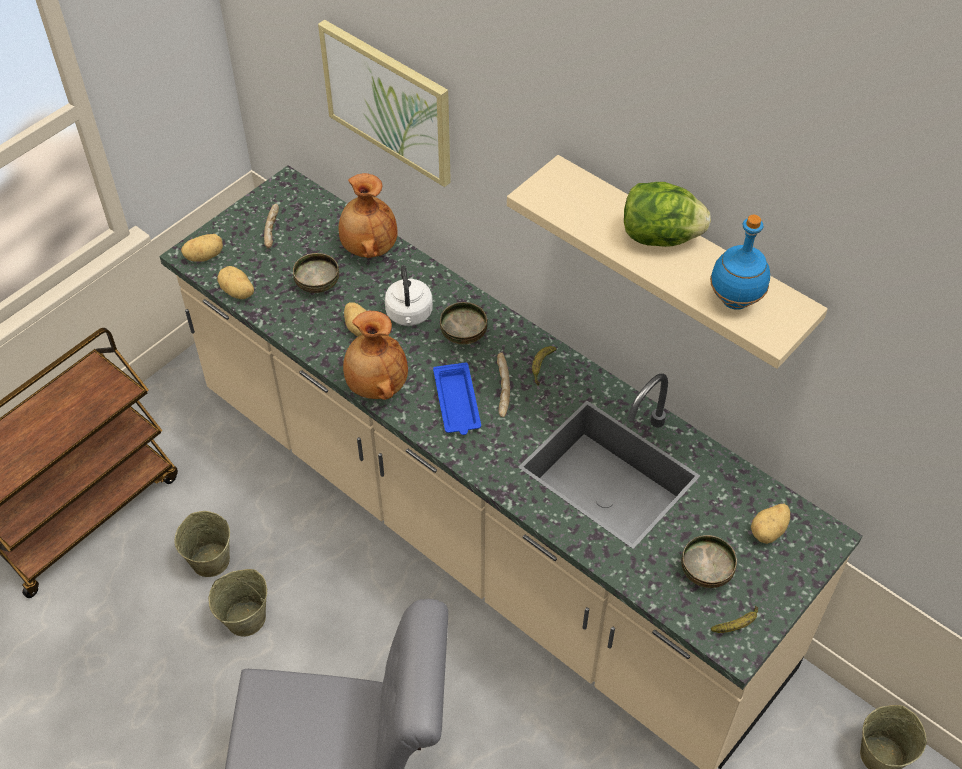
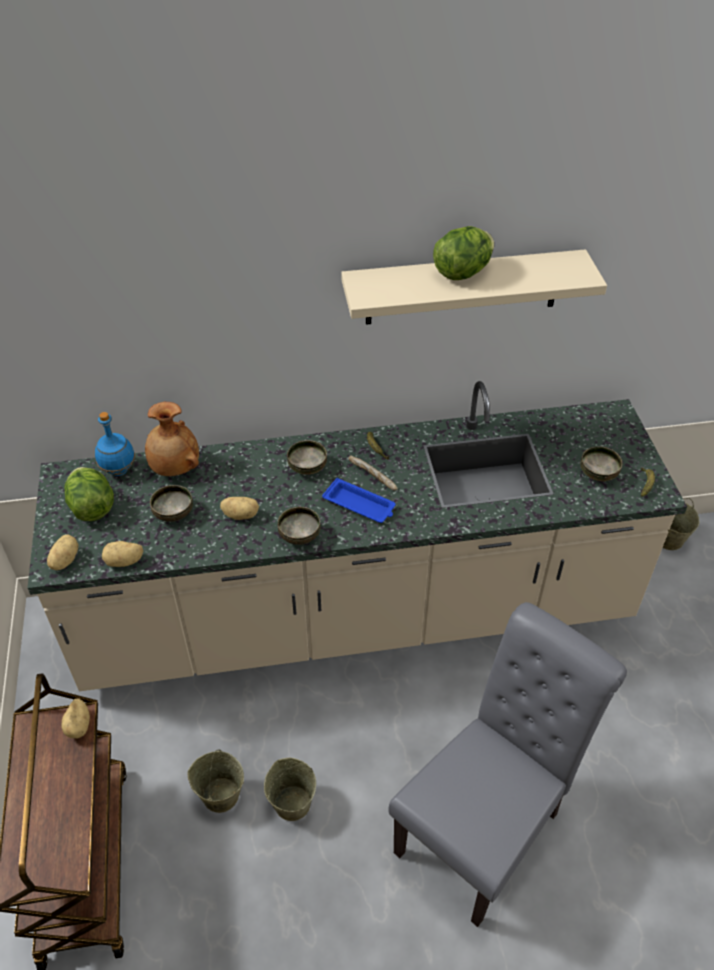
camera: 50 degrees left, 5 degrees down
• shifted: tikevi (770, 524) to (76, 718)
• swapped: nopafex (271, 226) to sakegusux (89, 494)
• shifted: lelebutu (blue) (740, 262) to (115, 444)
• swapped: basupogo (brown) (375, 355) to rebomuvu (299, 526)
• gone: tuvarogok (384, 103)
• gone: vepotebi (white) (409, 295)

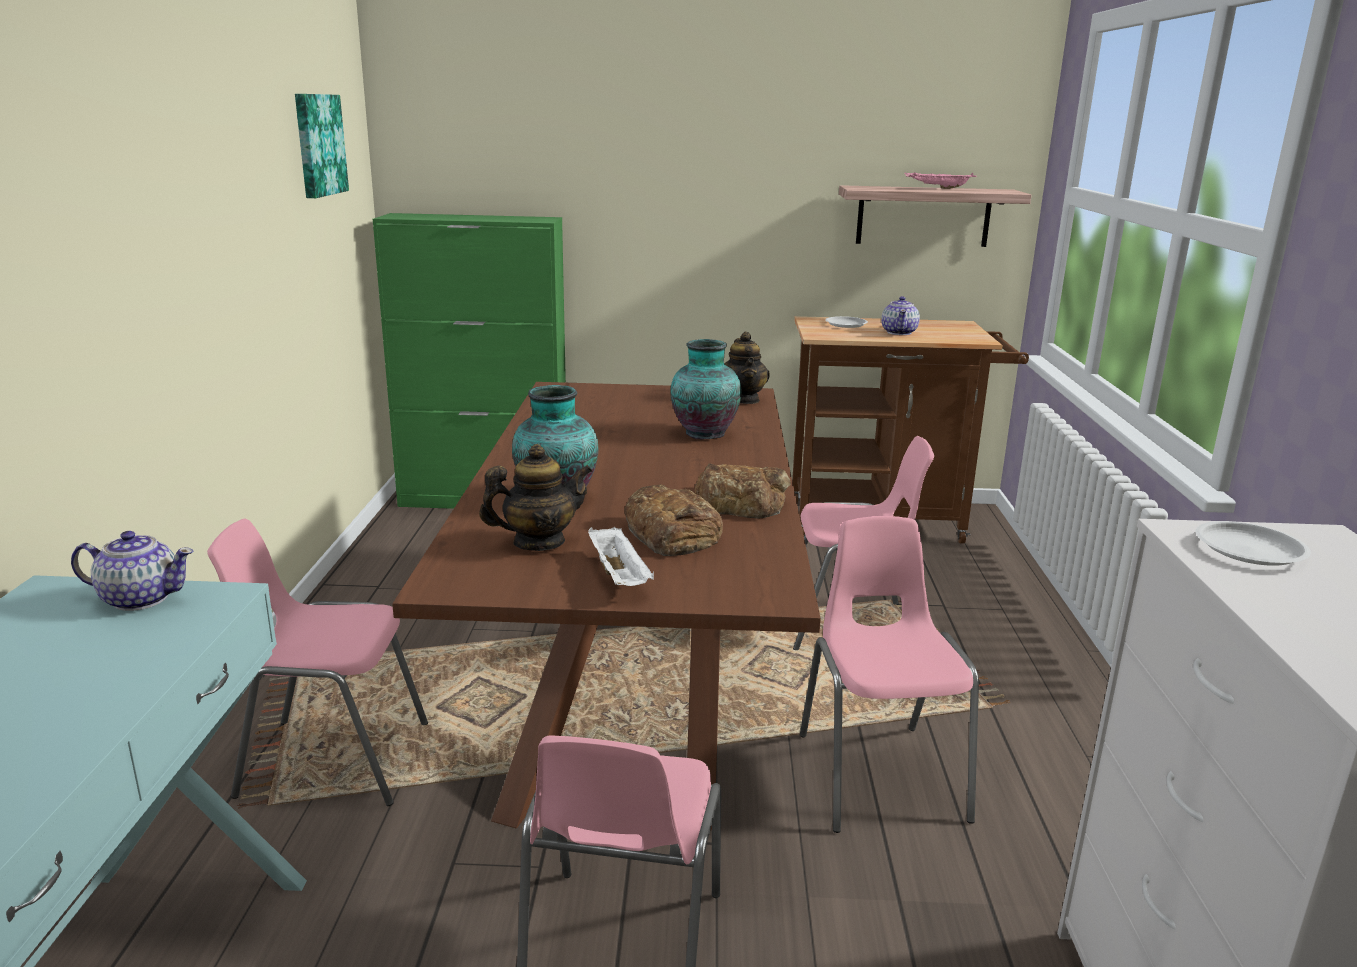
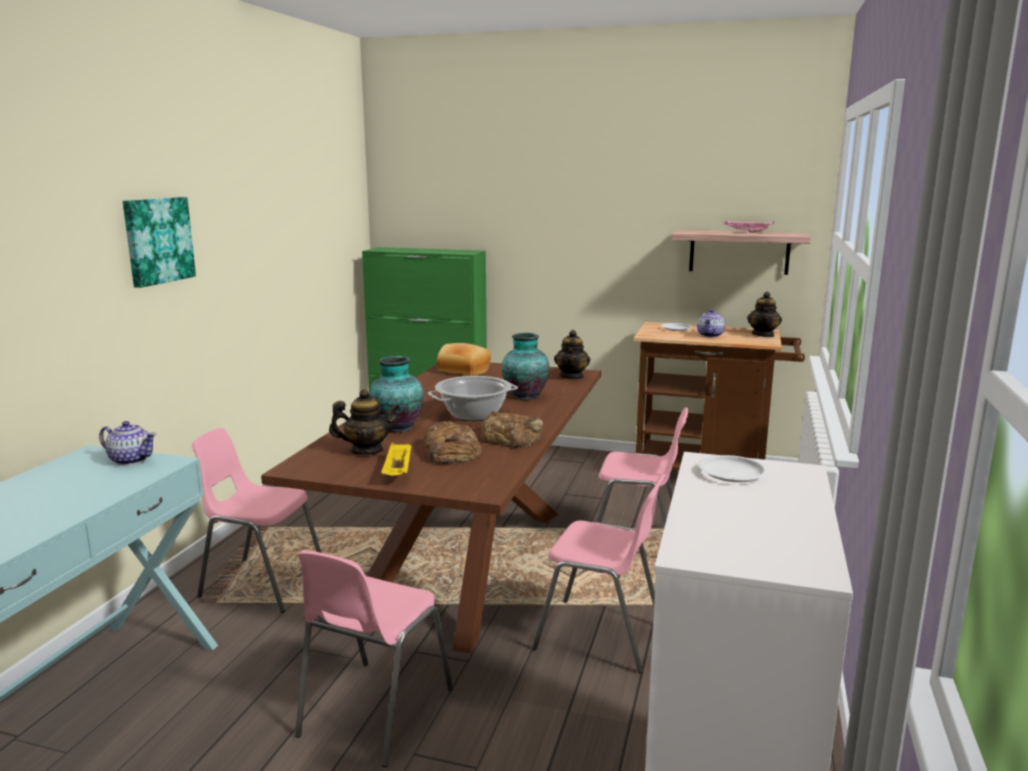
camera: 15 degrees right, 5 degrees down
• shifted: tuvarogok (322, 146) to (159, 242)
• repainted: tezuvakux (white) (621, 556) to tezuvakux (yellow) (396, 459)
• new: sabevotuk (473, 398)
• new: nopafex (464, 359)
• rotated: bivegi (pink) (889, 674) = (599, 573) 105 degrees clockwise
• new: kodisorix (764, 314)

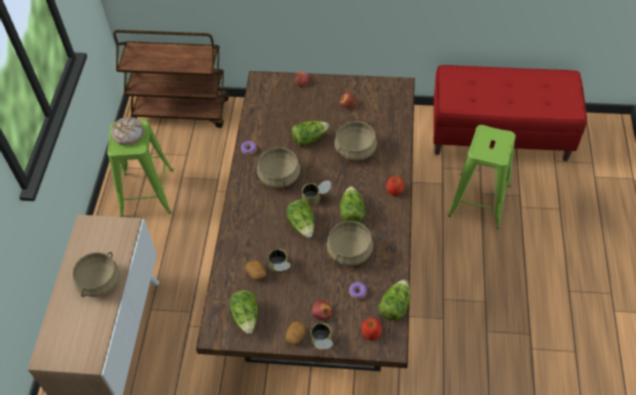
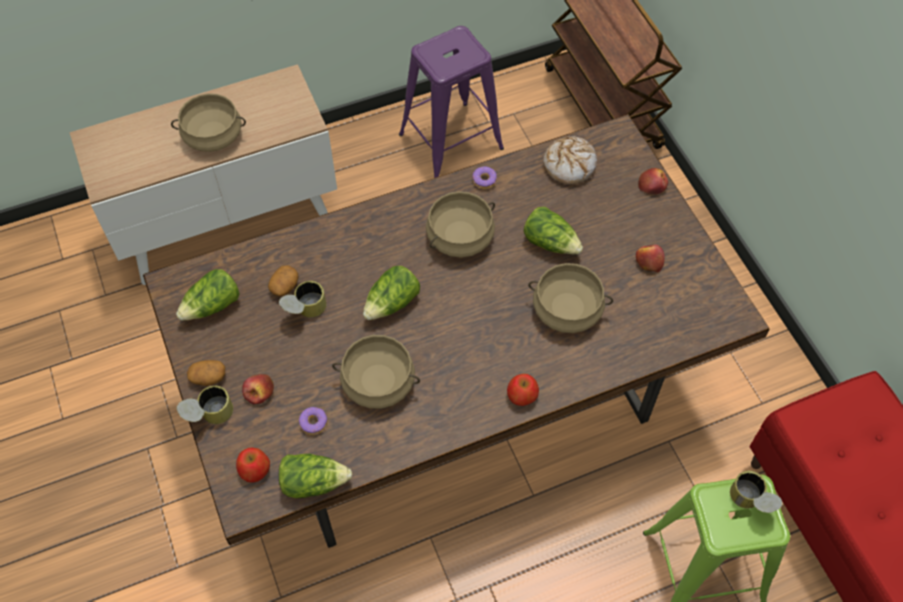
camera: 60 degrees right, 5 degrees up
• repainted: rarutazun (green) (140, 168) to rarutazun (purple) (451, 102)
• shifted: nopafex (127, 131) to (570, 160)
• shifted: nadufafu (316, 193) to (756, 492)
• gone: sakegusux (352, 204)

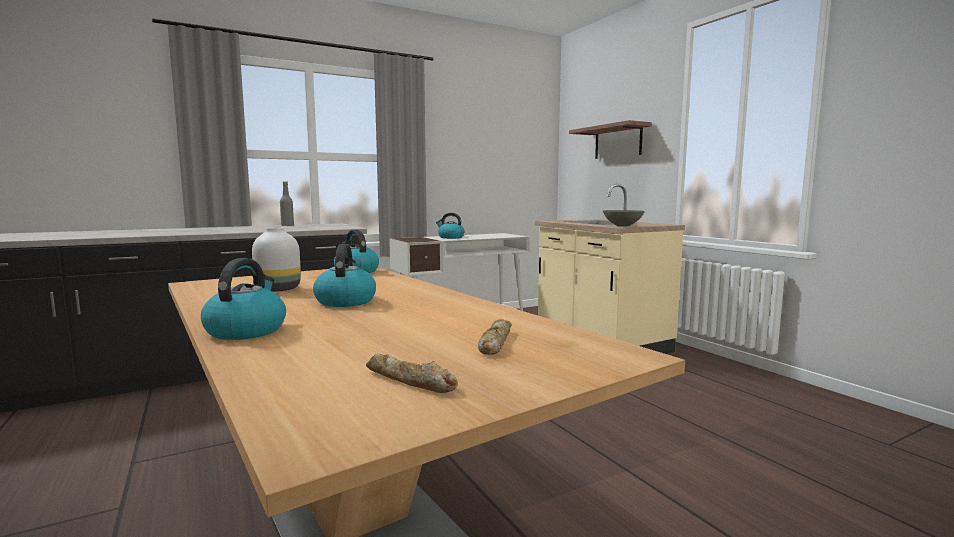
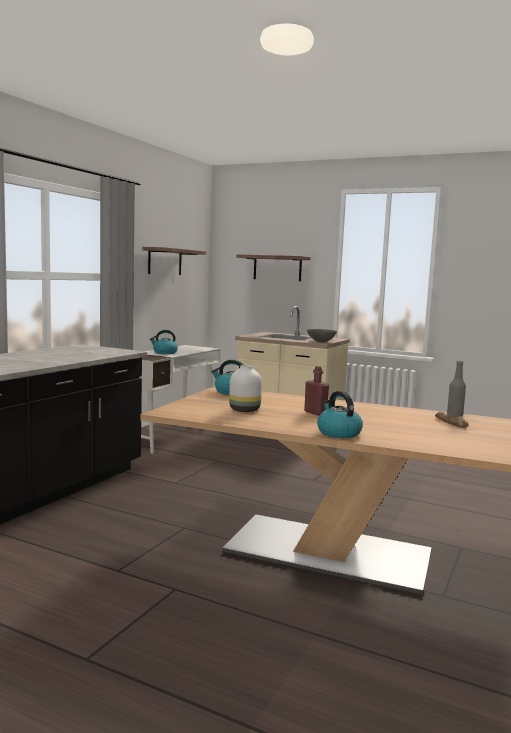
camera: 35 degrees left, 0 degrees up
• new: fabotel (174, 261)
• swapped: vepotebi (344, 275) to lelebutu (red) (316, 390)
• shifted: lelebutu (grey) (287, 203) to (456, 388)
• gone: nopafex (412, 373)

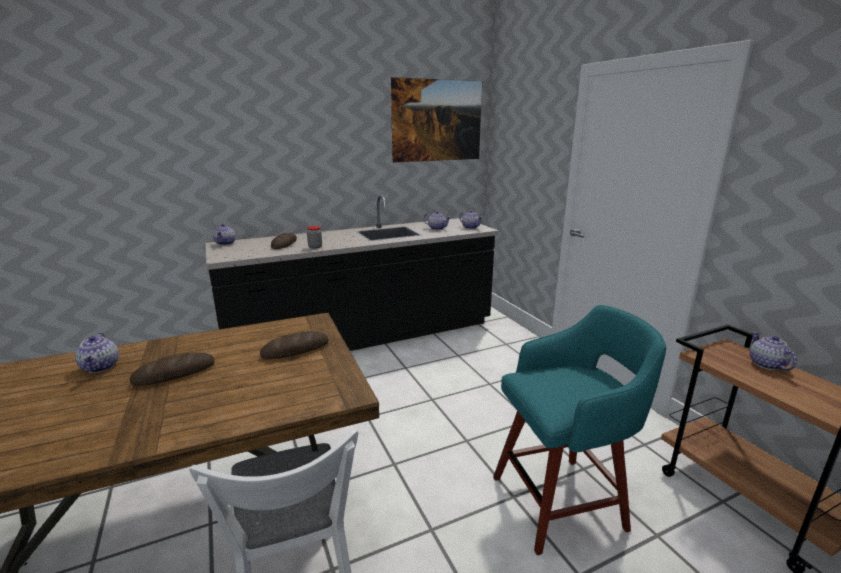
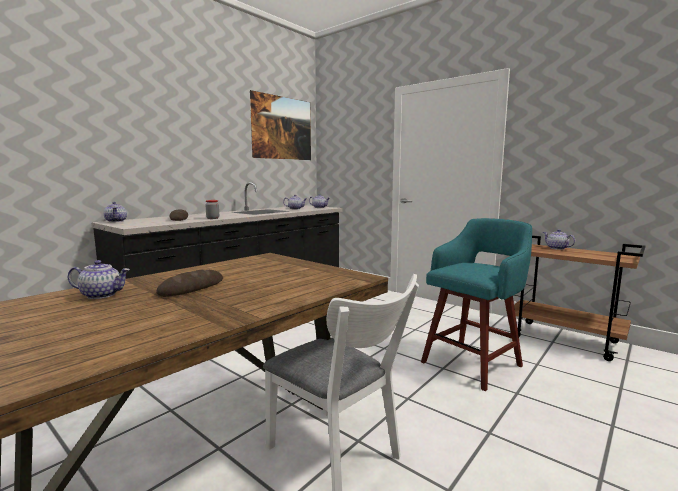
camera: 25 degrees left, 10 degrees down
• rotated: kodisorix (97, 353) = (99, 279) 45 degrees counterclockwise
• gone: nopafex (294, 345)

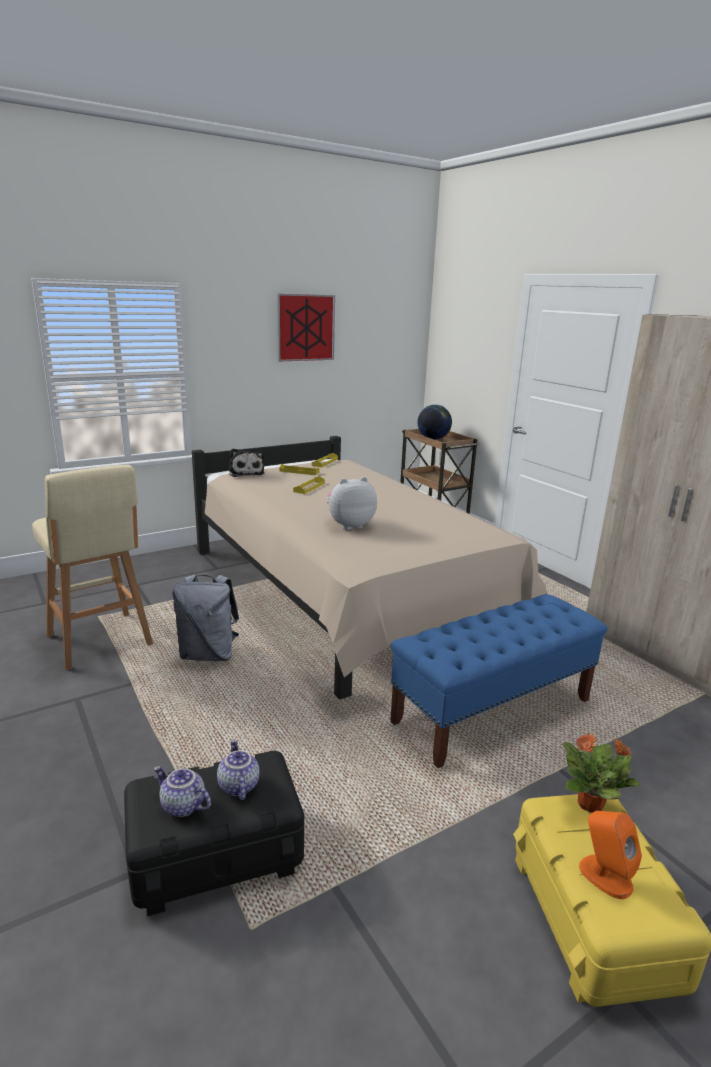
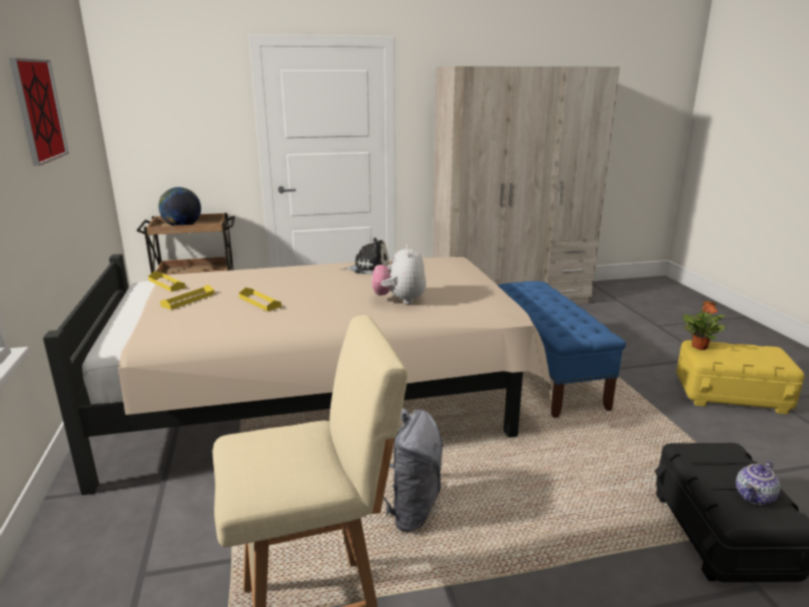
camera: 70 degrees left, 0 degrees up
• shifted: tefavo (247, 462) to (364, 256)
• gone: kodisorix (238, 769)
• gone: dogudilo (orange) (610, 855)

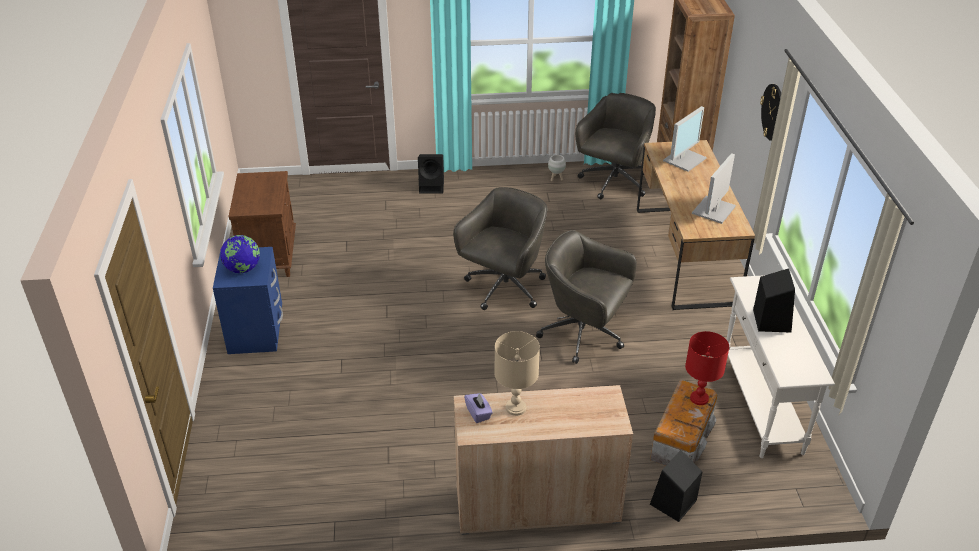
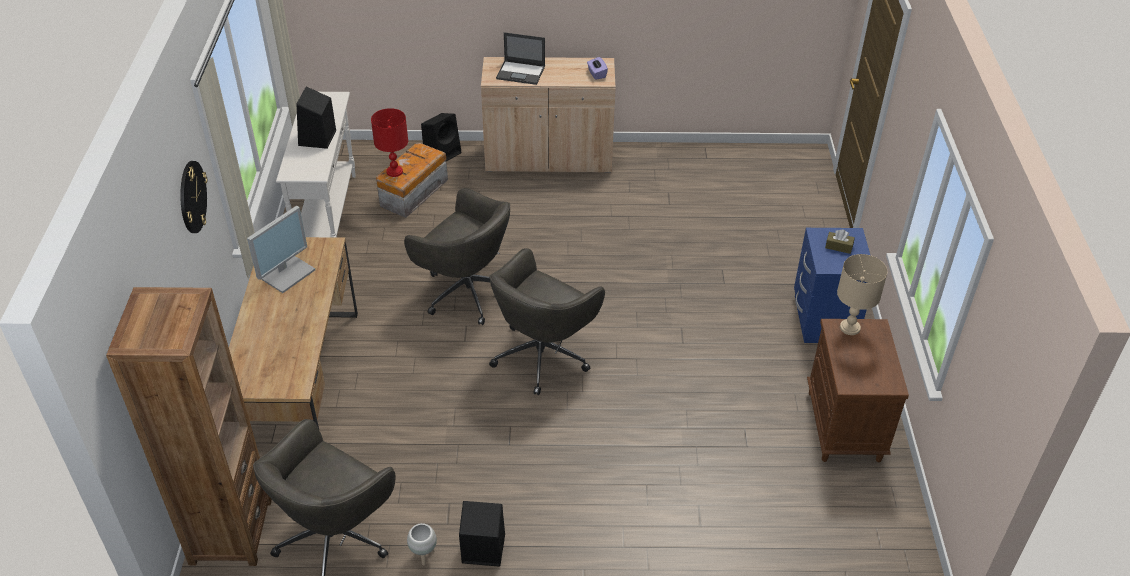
camera: 175 degrees left, 5 degrees up
• shifted: dogudilo (black) (431, 174) to (482, 534)
• new: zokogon (520, 58)
• swapped: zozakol (240, 254) to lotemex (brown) (840, 242)
• shifted: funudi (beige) (517, 373) to (862, 294)
• gone: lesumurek (685, 139)

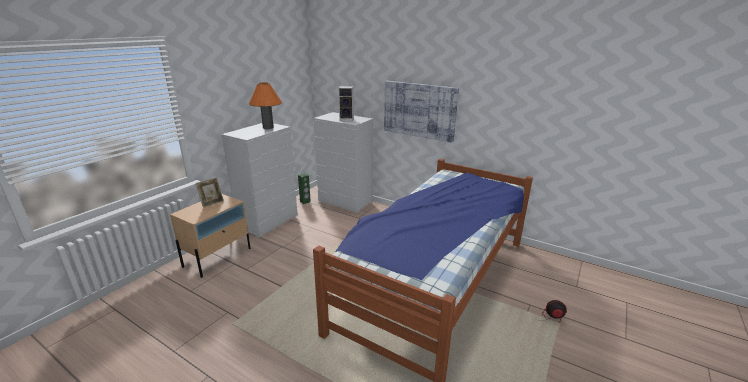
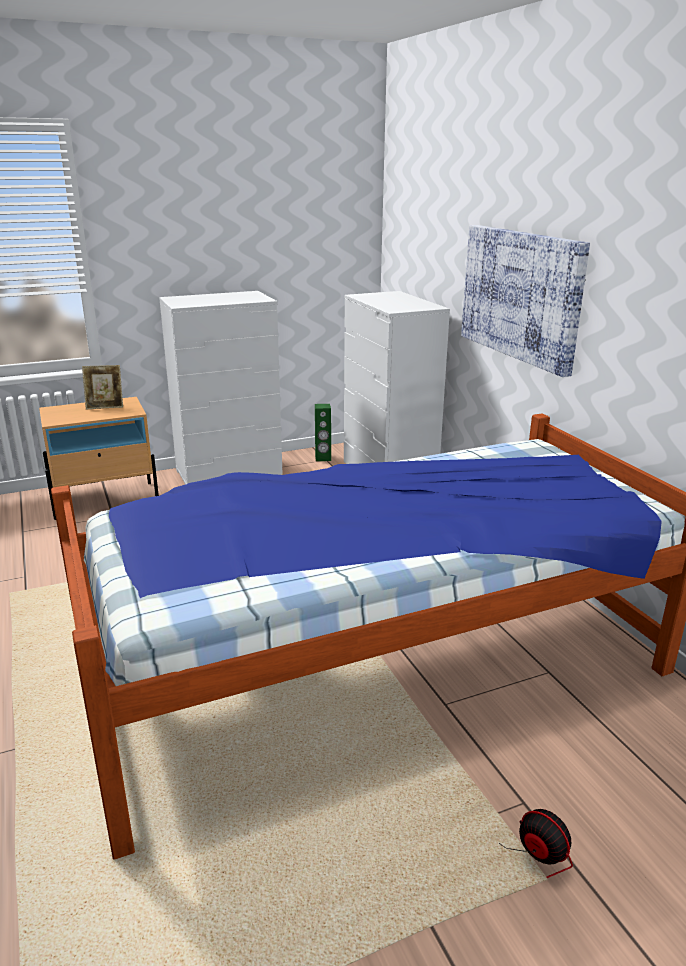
camera: 35 degrees right, 0 degrees up
• gone: funudi (orange) (265, 105)
• gone: dogudilo (346, 104)

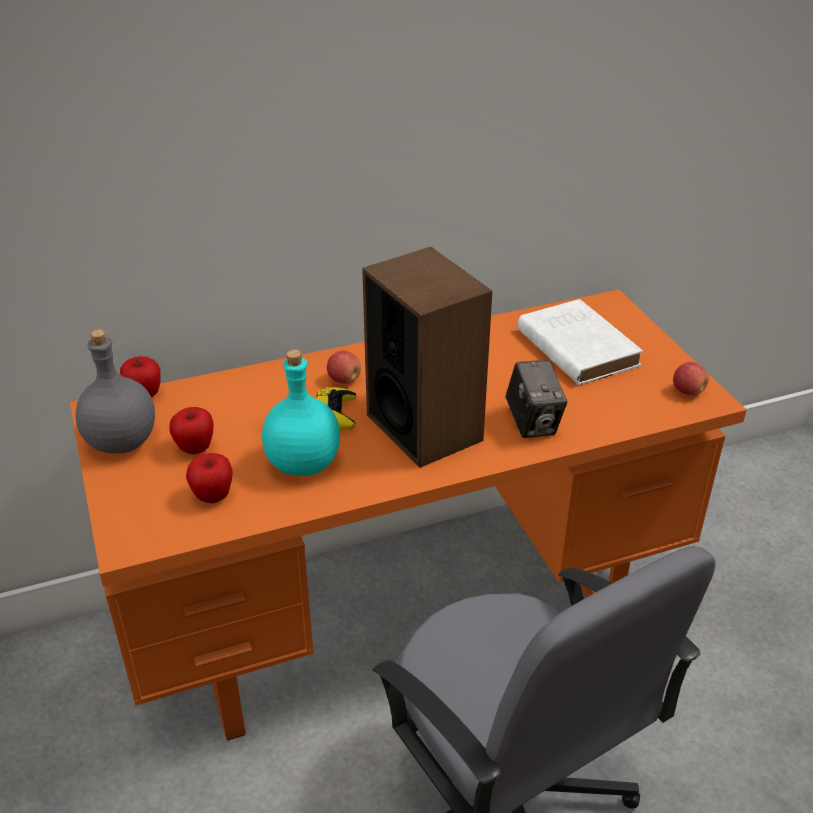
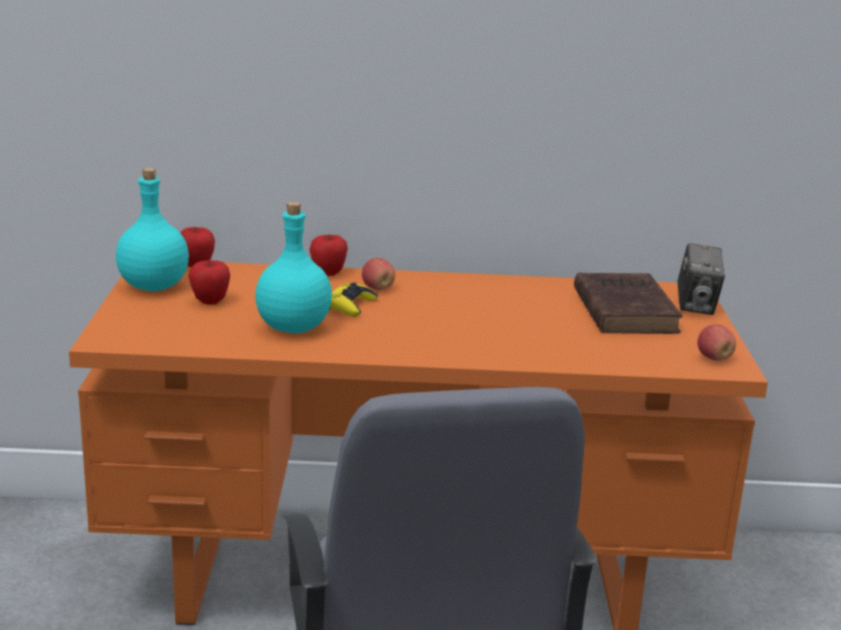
camera: 20 degrees right, 15 degrees down
• repainted: lelebutu (grey) (115, 391) to lelebutu (turquoise) (152, 229)
• shifted: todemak (209, 478) to (329, 255)
• repainted: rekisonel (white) (581, 342) to rekisonel (brown) (628, 303)
• shifted: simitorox (536, 399) to (701, 279)
• gone: dogudilo (427, 357)

